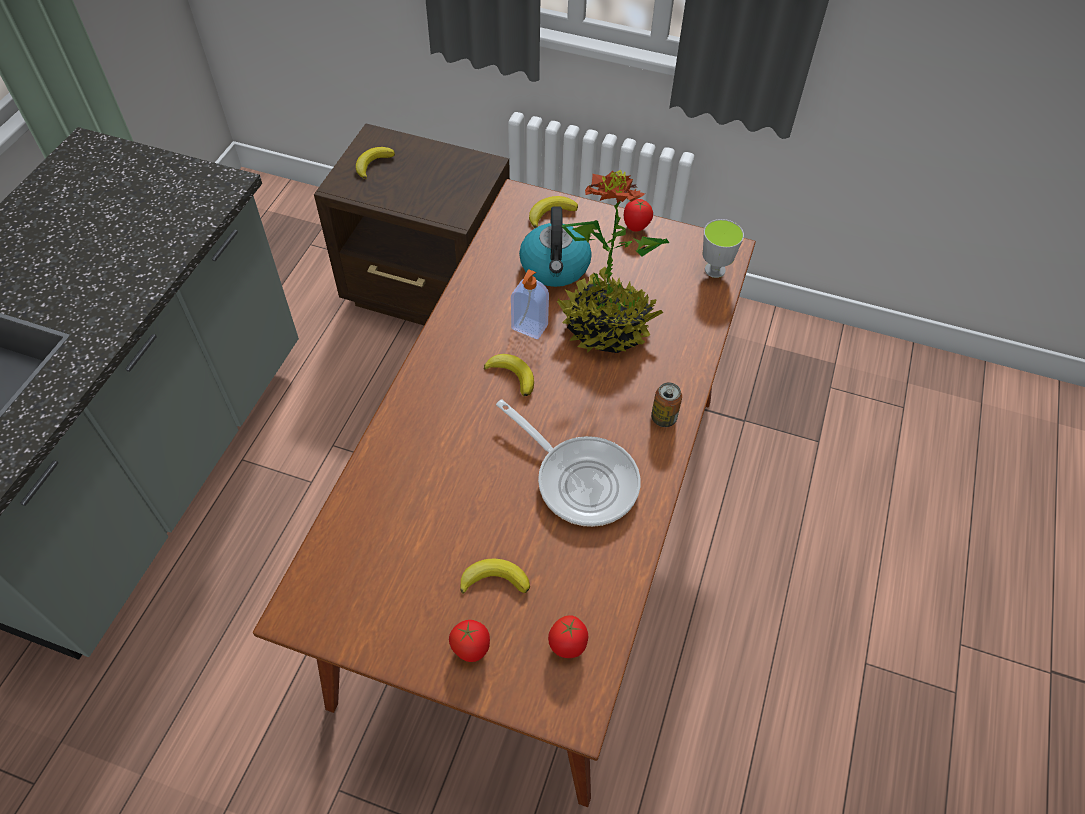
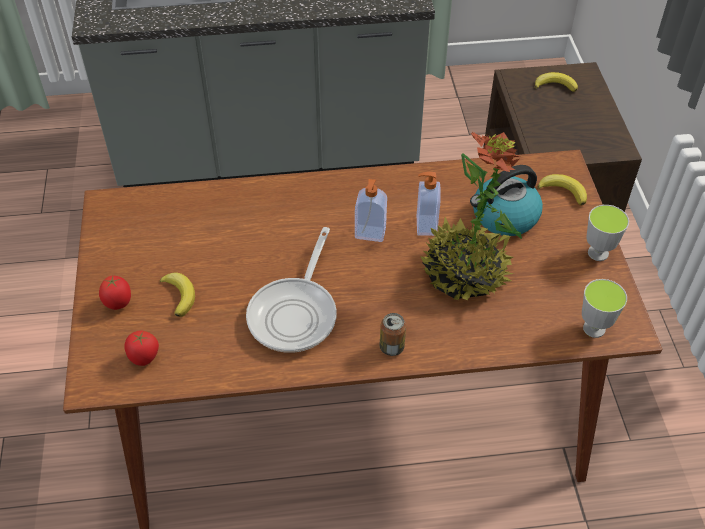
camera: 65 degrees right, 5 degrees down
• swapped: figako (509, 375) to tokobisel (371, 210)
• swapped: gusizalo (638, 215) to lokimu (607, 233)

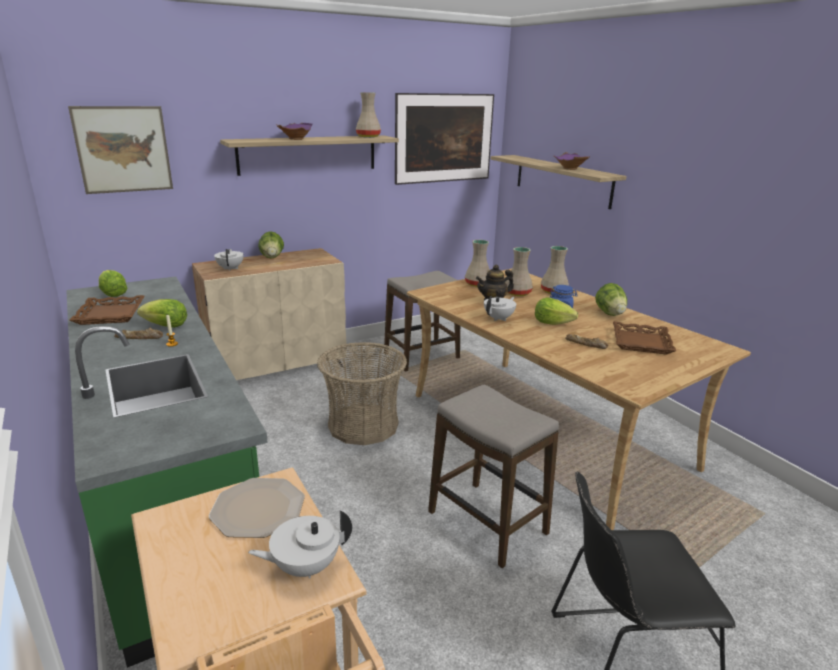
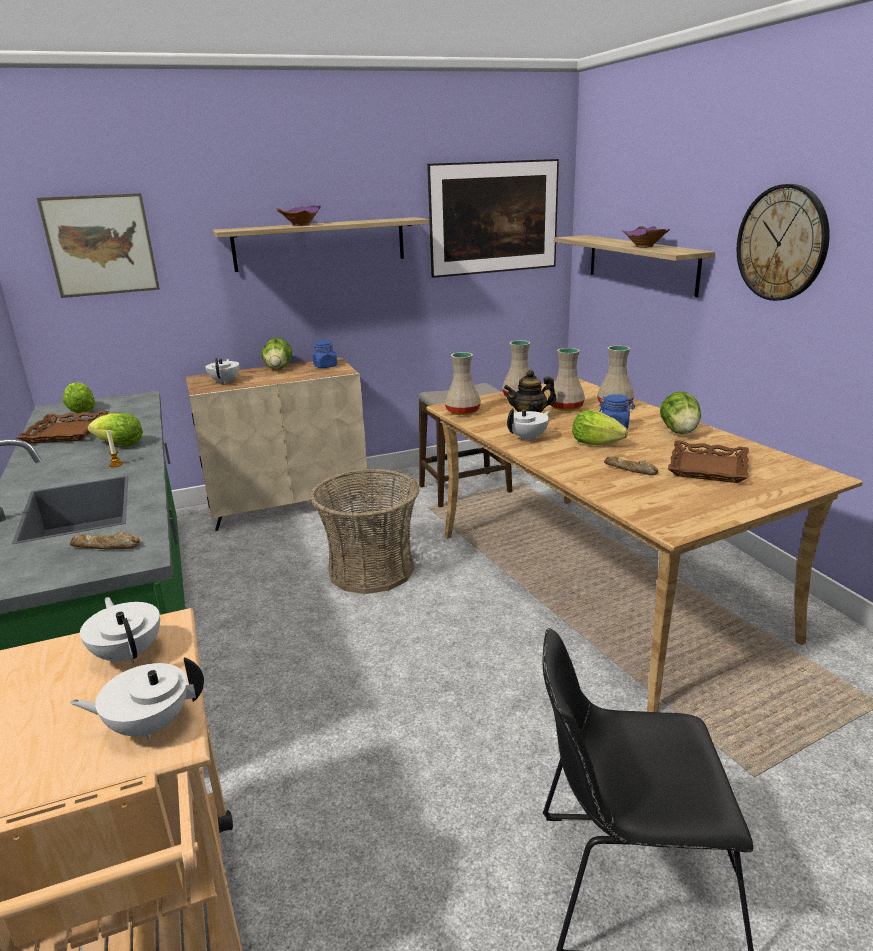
camera: 10 degrees right, 0 degrees up
• shifted: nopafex (138, 333) to (104, 540)
• swapped: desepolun (257, 508) to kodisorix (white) (120, 630)
• new: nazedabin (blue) (325, 354)
• shifted: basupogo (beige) (368, 115) to (463, 383)
• new: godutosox (783, 242)
• gone: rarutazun (493, 476)

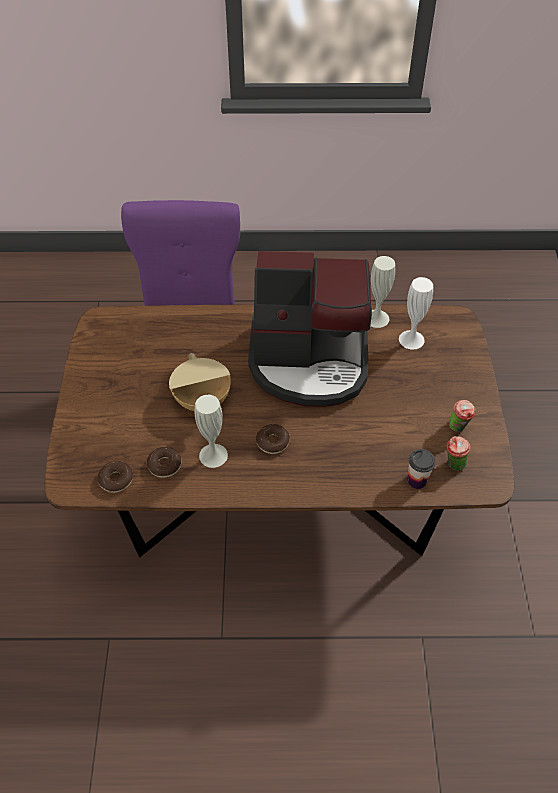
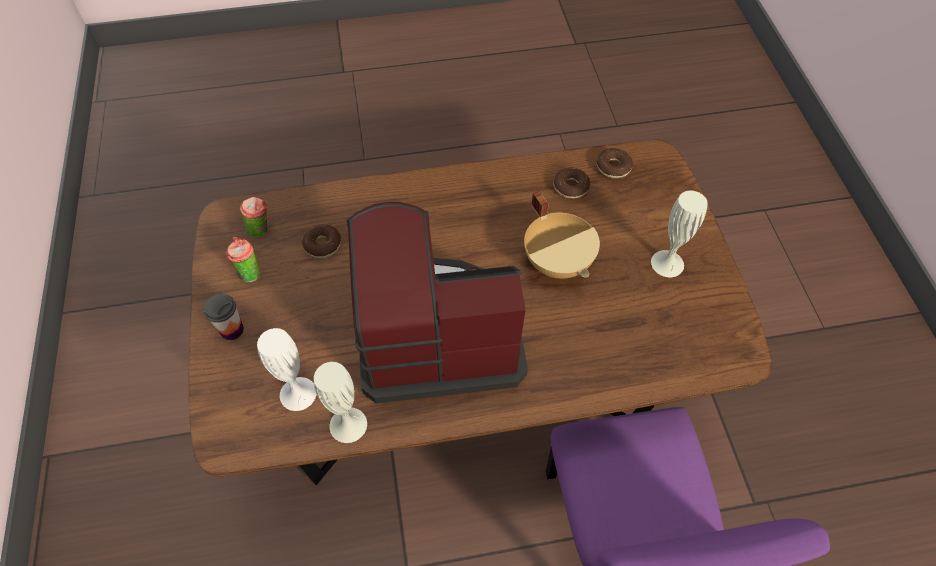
camera: 170 degrees right, 5 degrees up
• shifted: lokimu (421, 469) to (223, 317)
• shifted: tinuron (273, 439) to (321, 241)
• shifted: basupogo (white) (211, 431) to (679, 234)

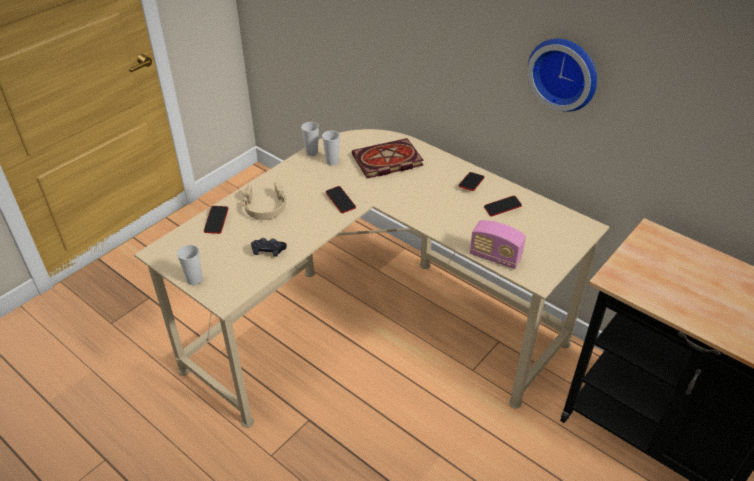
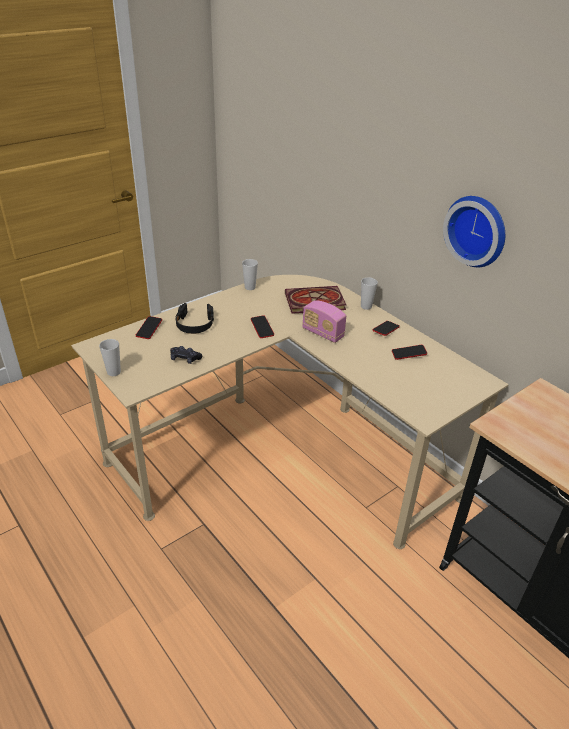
camera: 10 degrees right, 5 degrees down
• repainted: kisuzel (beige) (264, 201) to kisuzel (black) (194, 318)
• shifted: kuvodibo (498, 244) to (324, 321)
• shifted: lokimu (331, 148) to (369, 293)

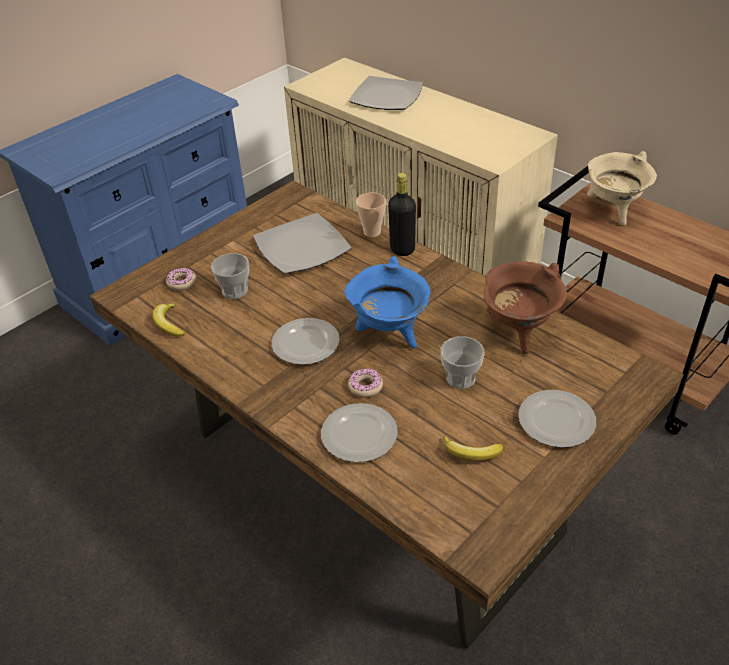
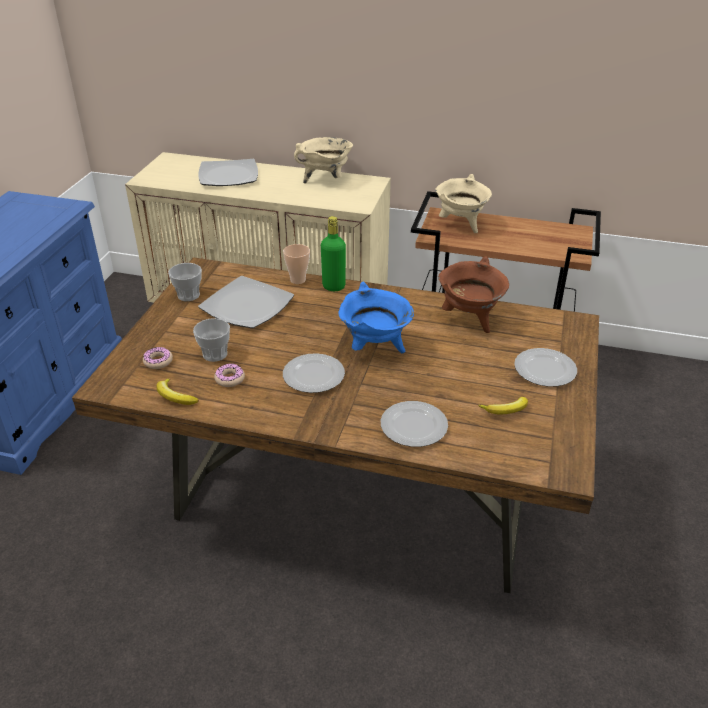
camera: 30 degrees left, 5 degrees down
• shifted: lokimu (462, 362) to (185, 282)
• shifted: tinuron (365, 383) to (229, 375)
• new: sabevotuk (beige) (323, 160)
• repainted: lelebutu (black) (402, 214) to lelebutu (green) (333, 253)

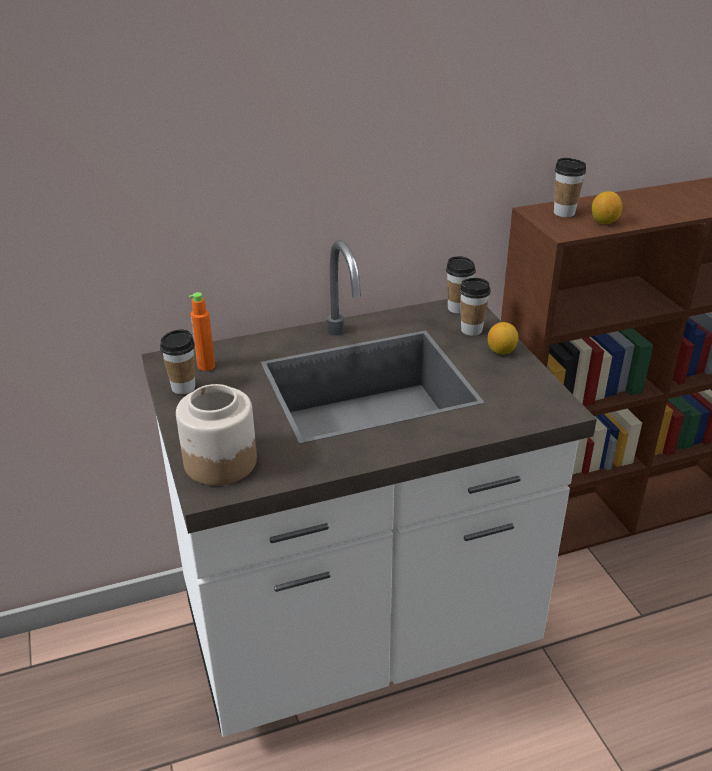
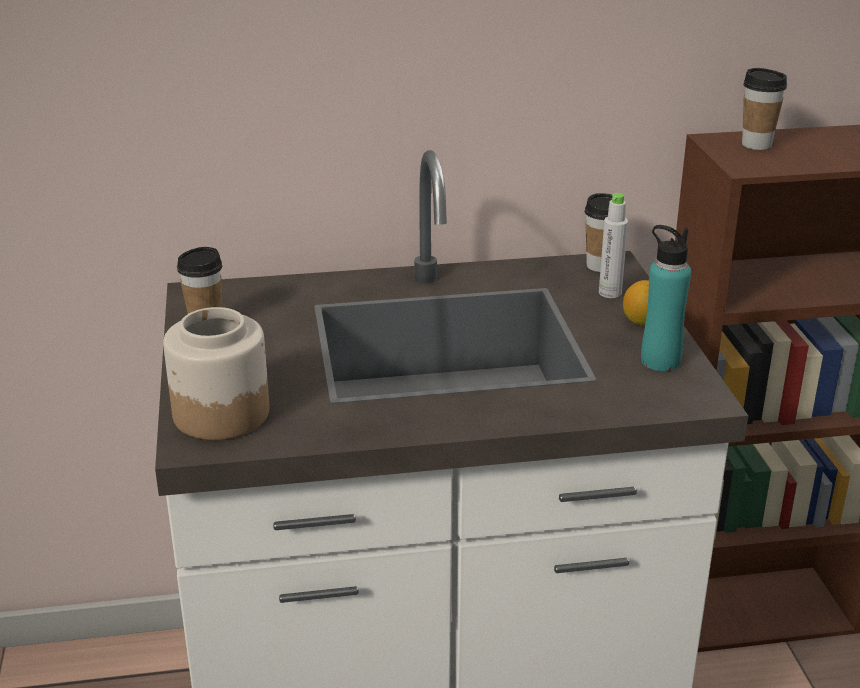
camera: 10 degrees right, 5 degrees down
• swapped: lokimu (474, 307) to lelebutu (grey) (613, 245)
• new: lelebutu (turquoise) (666, 298)
• gone: lelebutu (orange) (202, 331)
• gone: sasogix (607, 207)

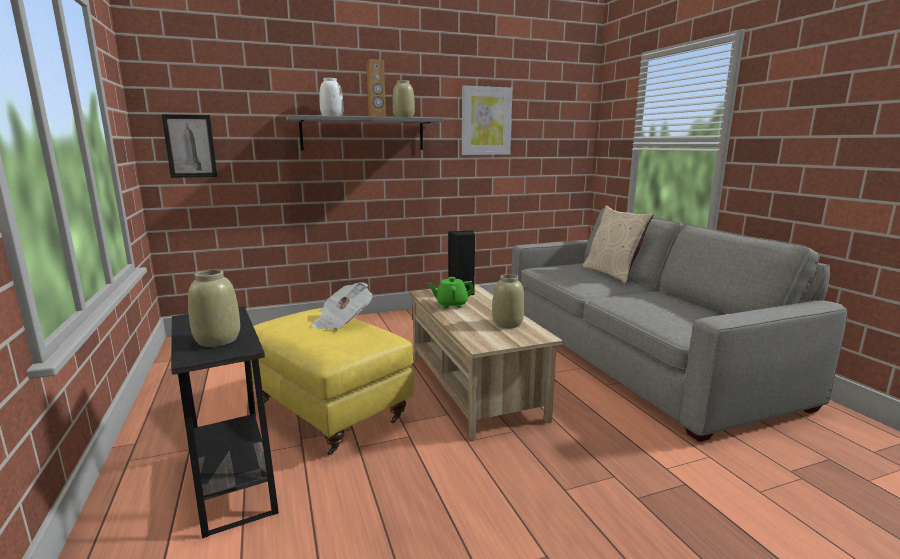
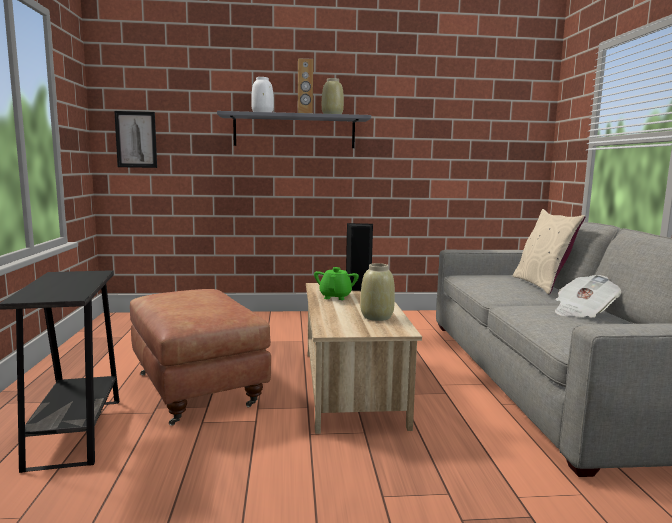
camera: 15 degrees right, 5 degrees down
• repainted: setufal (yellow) (333, 382) to setufal (brown) (200, 357)
• rotated: kodisorix (green) (451, 293) = (336, 283) 90 degrees clockwise
• shifted: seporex (342, 305) to (588, 296)
• gone: basupogo (beige) (214, 308)
• gone: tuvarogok (487, 120)

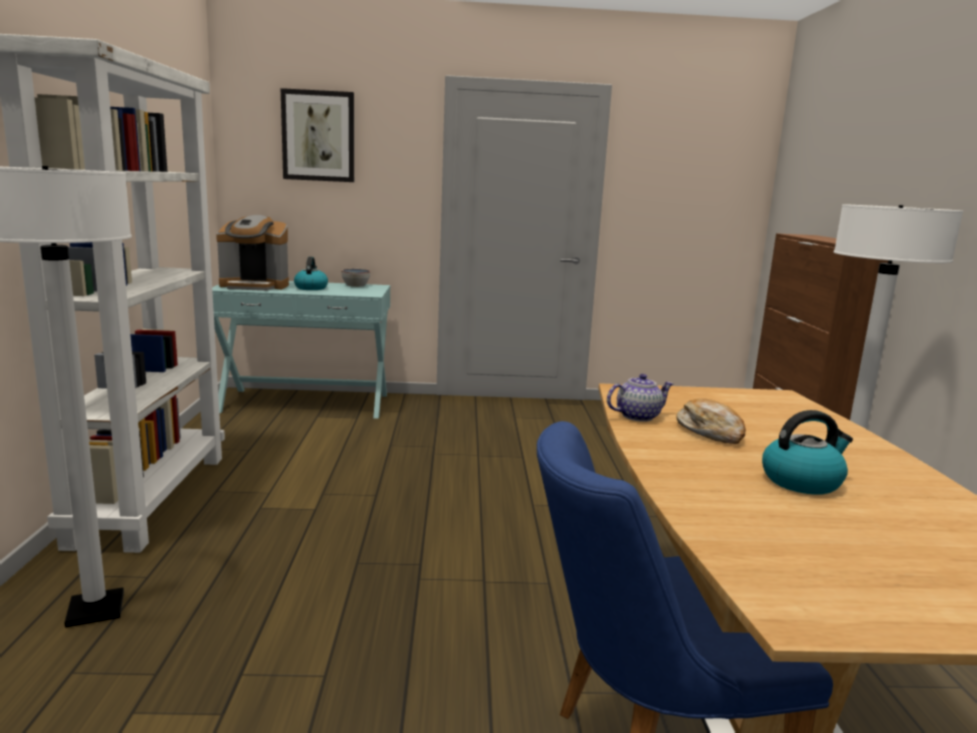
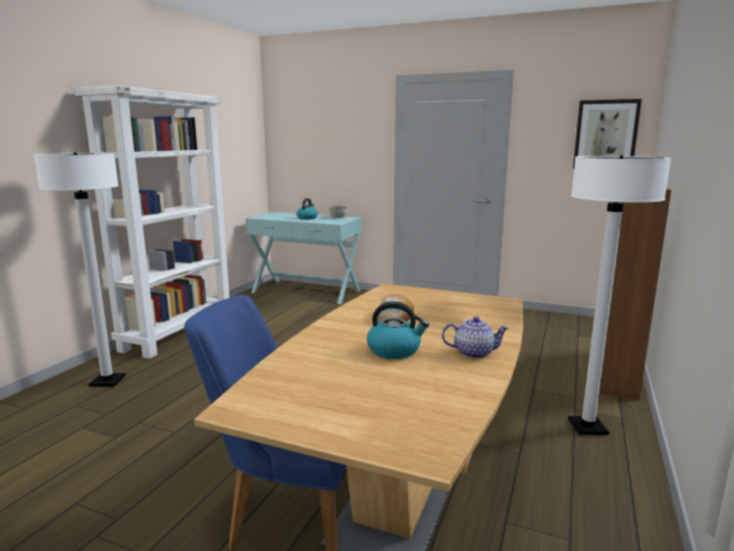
camera: 25 degrees right, 0 degrees up
• shifted: kodisorix (640, 398) to (475, 337)
• shifted: tuvarogok (317, 135) to (607, 134)
• gone: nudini (252, 253)

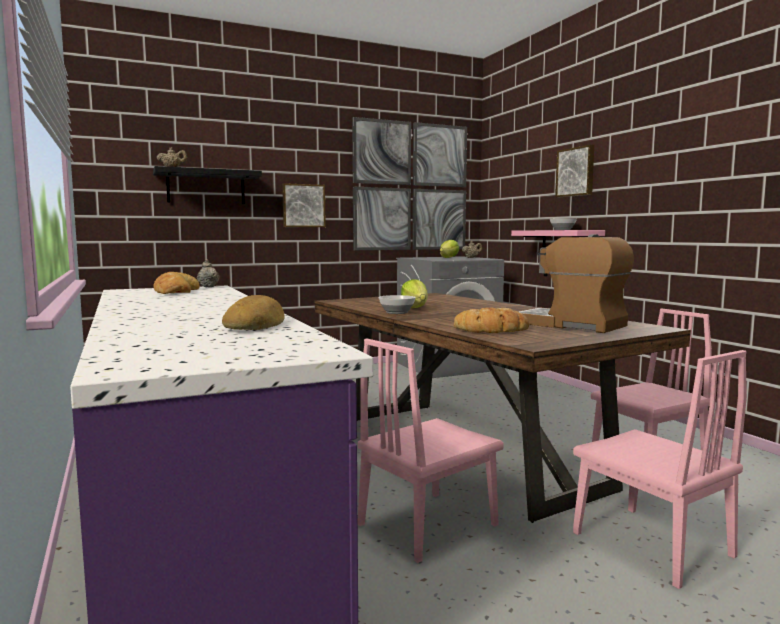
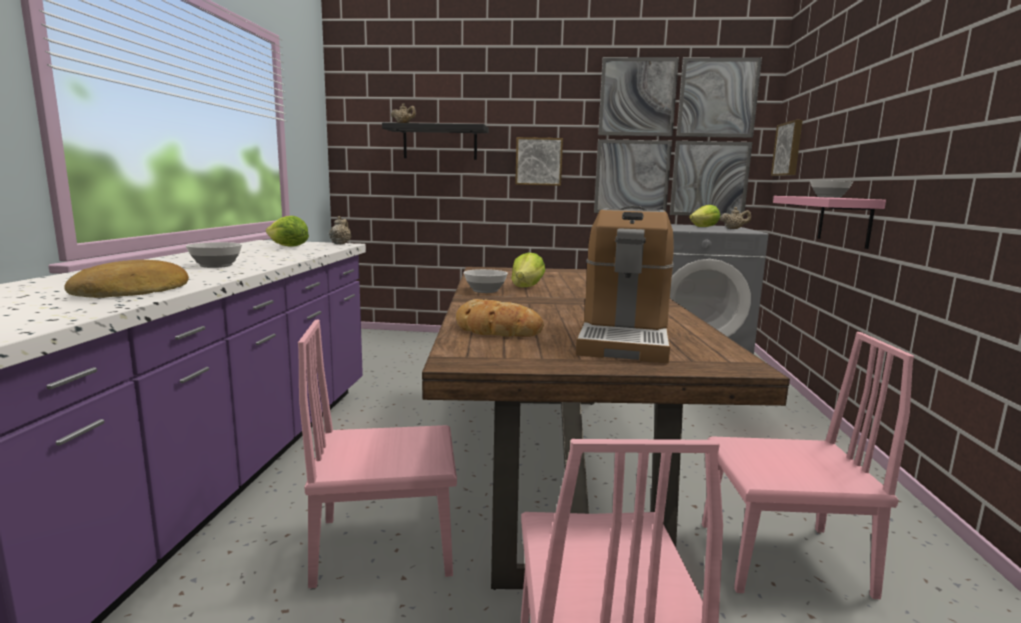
camera: 30 degrees right, 5 degrees up
• new: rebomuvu (214, 255)
• swapped: nopafex (176, 283) to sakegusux (287, 231)
• rotated: nudini (576, 284) = (625, 285) 150 degrees counterclockwise
• shifted: tuvarogok (574, 171) to (787, 148)

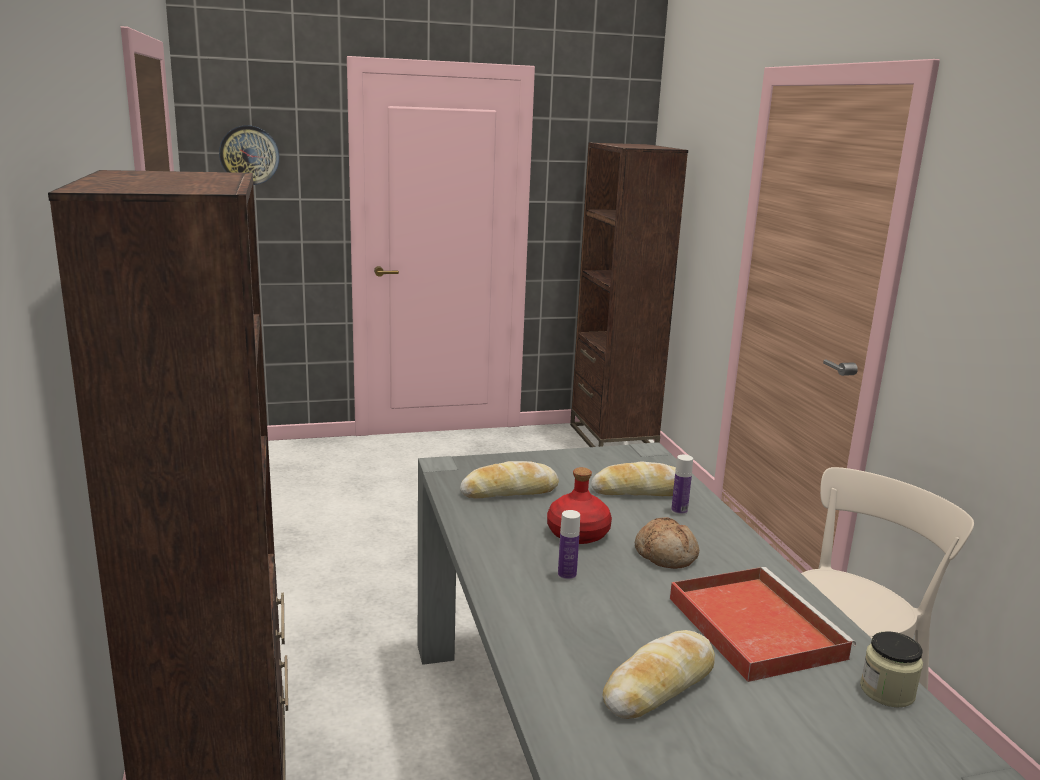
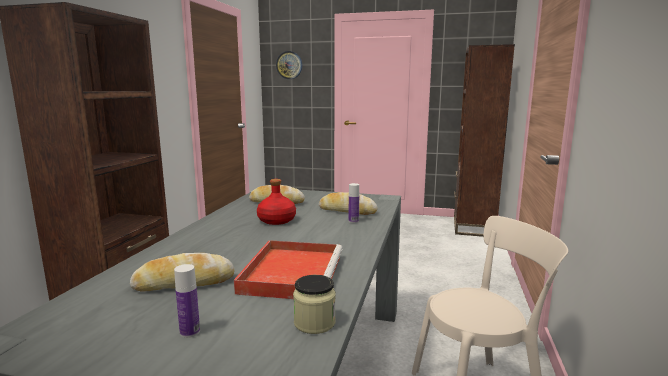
camera: 30 degrees right, 5 degrees down
• shifted: lelebutu (569, 545) to (187, 301)
• gone: nopafex (667, 543)

